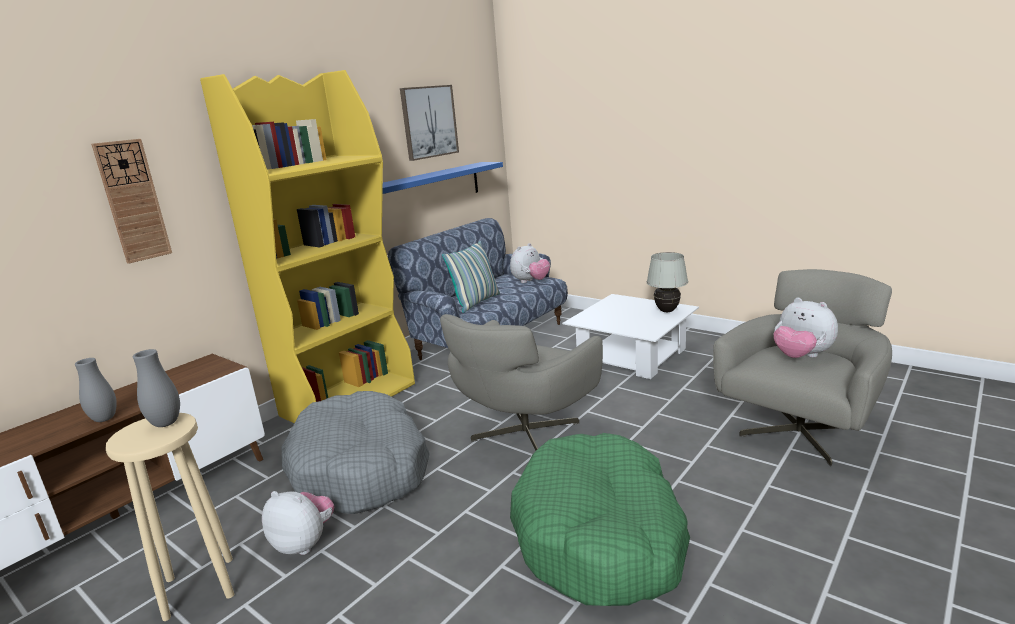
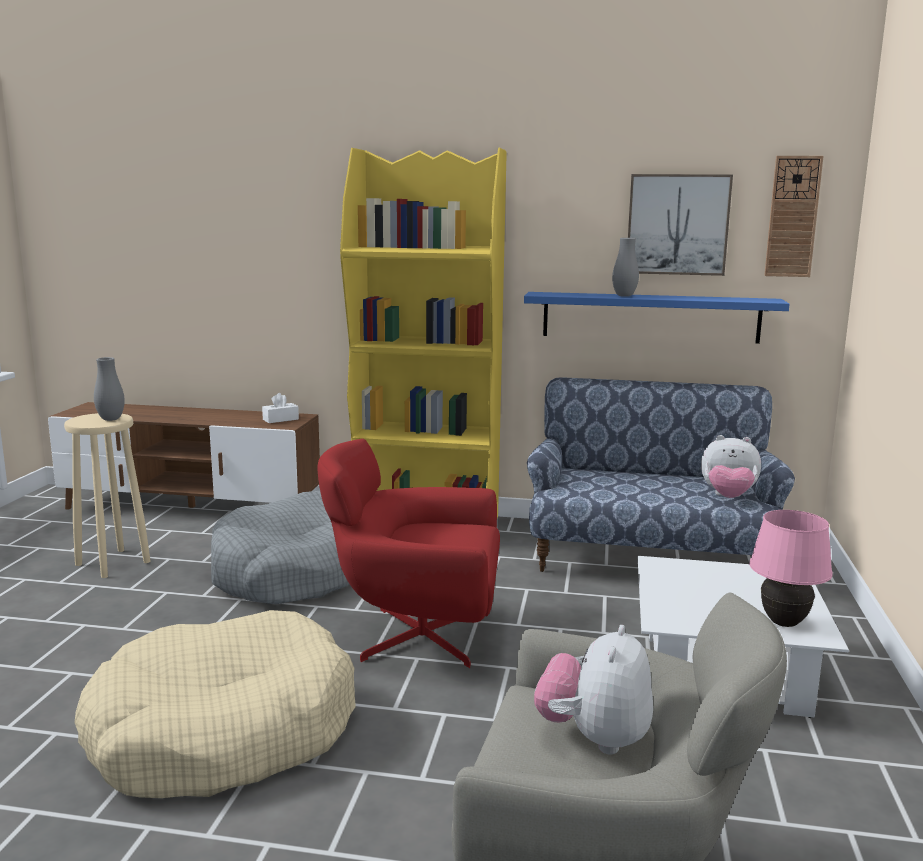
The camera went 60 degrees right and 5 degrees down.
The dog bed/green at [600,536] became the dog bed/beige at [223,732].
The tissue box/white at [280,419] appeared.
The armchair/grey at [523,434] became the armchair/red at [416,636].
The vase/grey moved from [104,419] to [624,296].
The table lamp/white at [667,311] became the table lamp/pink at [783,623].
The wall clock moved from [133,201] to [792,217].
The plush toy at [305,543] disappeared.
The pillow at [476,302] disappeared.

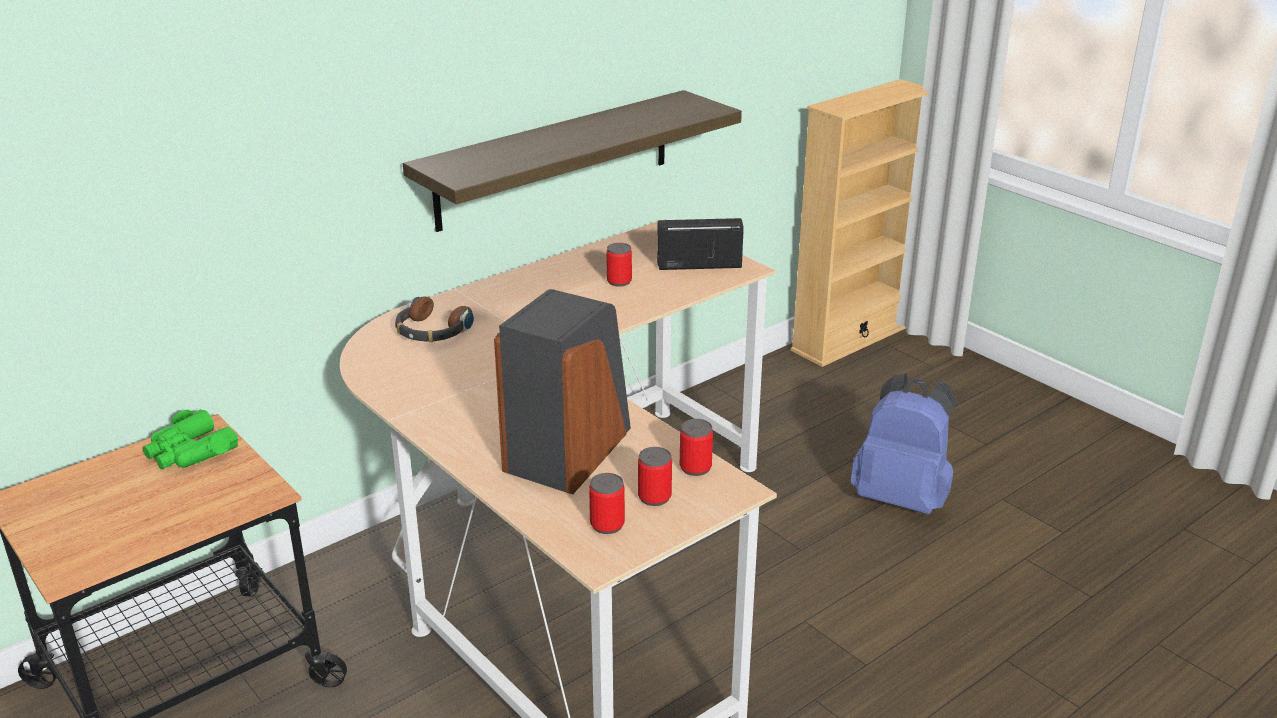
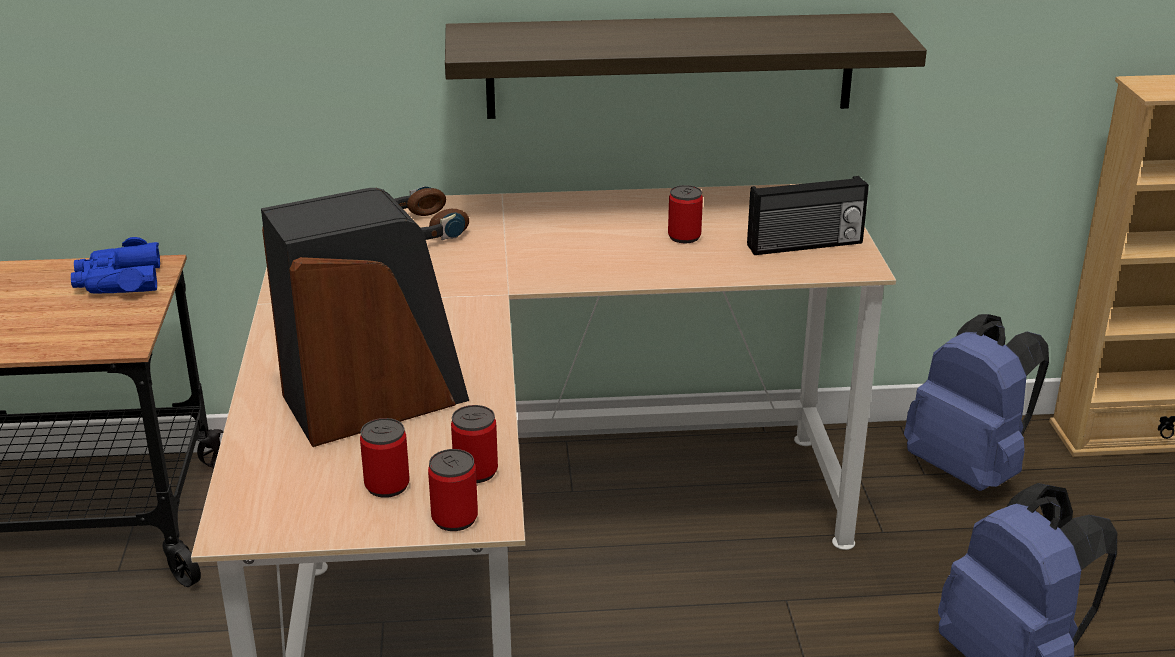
The camera went 35 degrees right and 0 degrees up.
The binoculars/green at [190,452] became the binoculars/blue at [118,281].
The can moved from [607,524] to [454,518].
The radio at [699,265] turned 135 degrees clockwise.
The backpack/blue at [968,469] appeared.

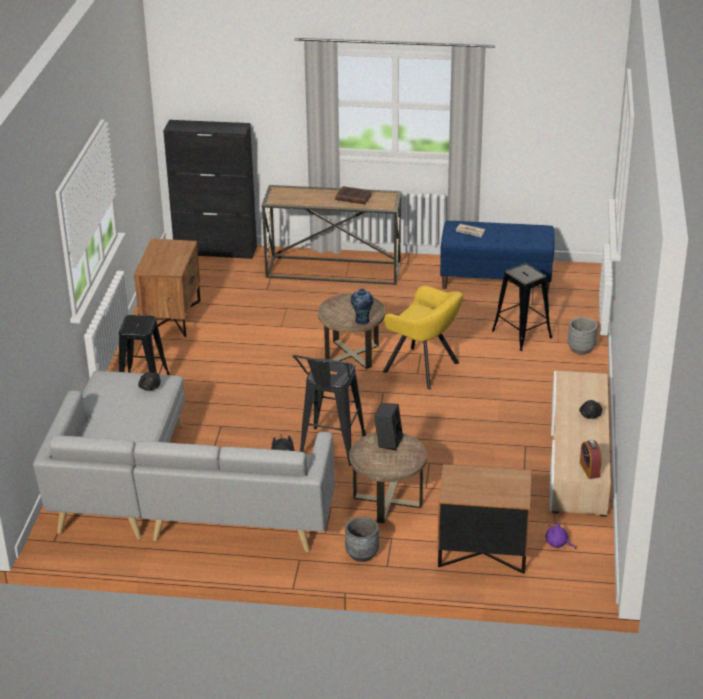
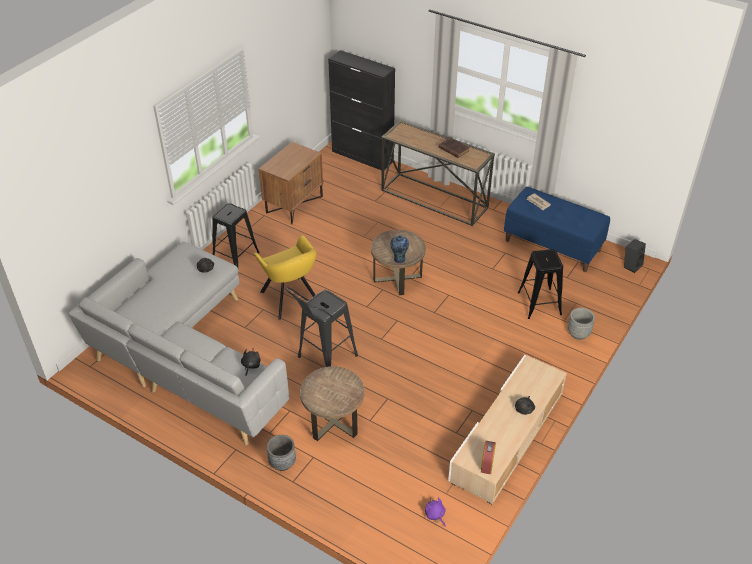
The camera went 25 degrees right and 10 degrees up.
The armchair/yellow moved from [424,369] to [291,299].
The speaker/black moved from [388,441] to [631,265].
The nightstand/brown at [482,553] disappeared.

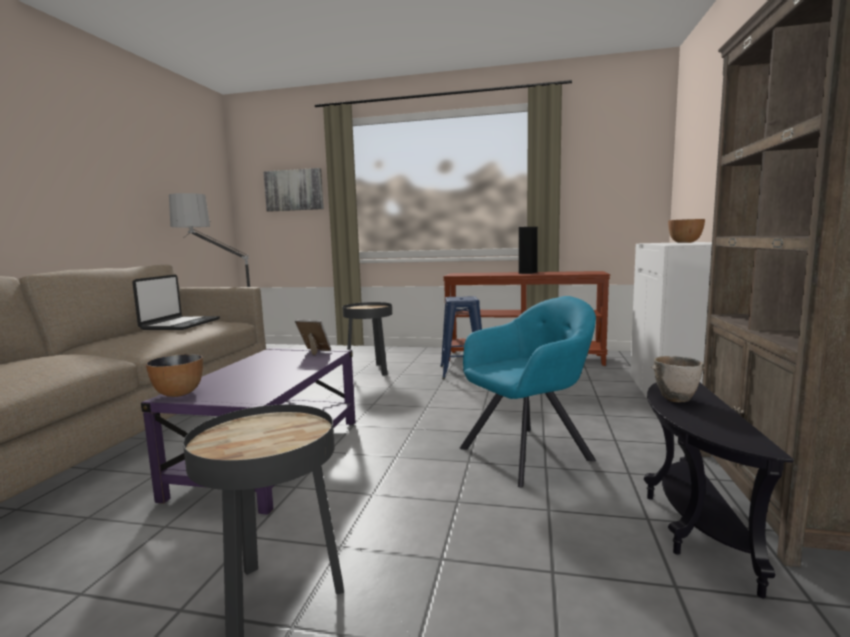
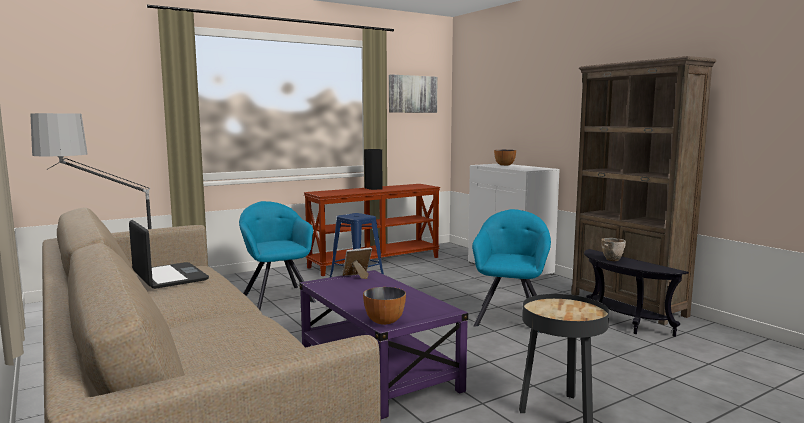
The camera went 45 degrees left and 0 degrees up.
The side table/black at [370,370] was replaced by the armchair/turquoise at [277,297].
The picture moved from [294,190] to [412,94].

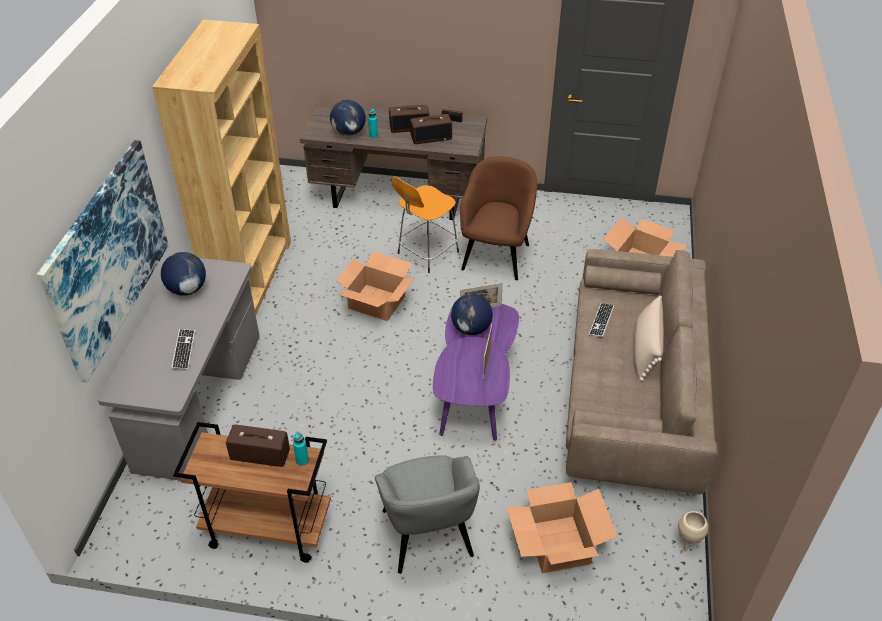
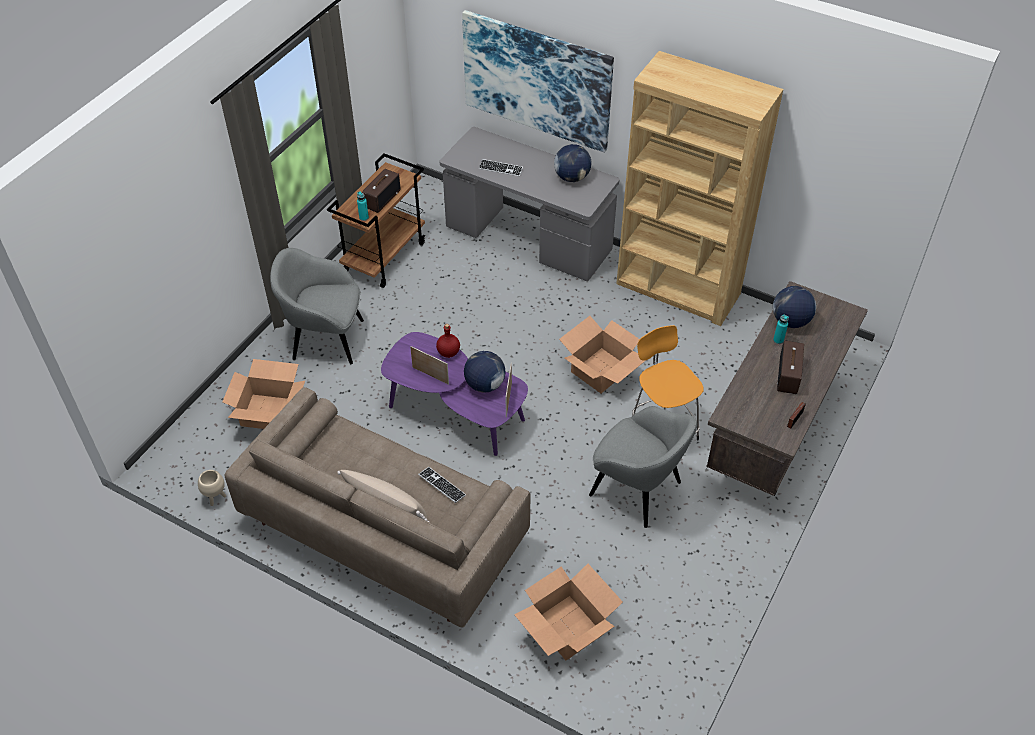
The camera went 110 degrees right and 5 degrees up.
The bottle/red at [448,353] appeared.
The armchair/brown at [496,255] became the armchair/grey at [637,490].
The radio at [431,137] disappeared.

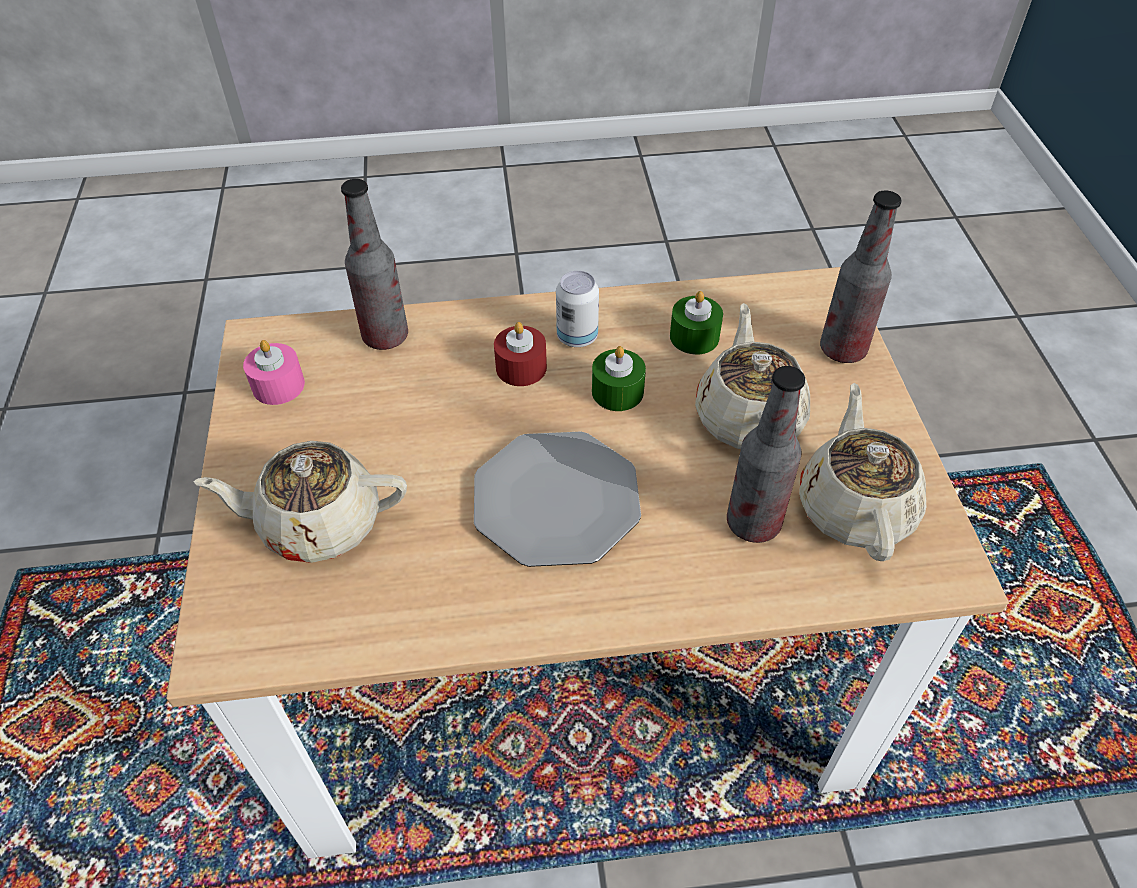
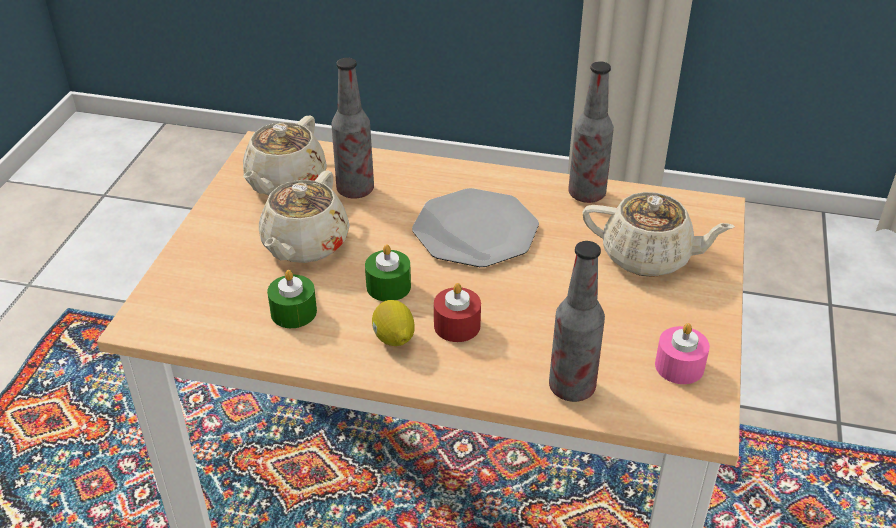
The camera went 160 degrees left and 10 degrees down.
The can at [577,337] was replaced by the lemon at [394,339].
The bottle moved from [842,349] to [586,194].

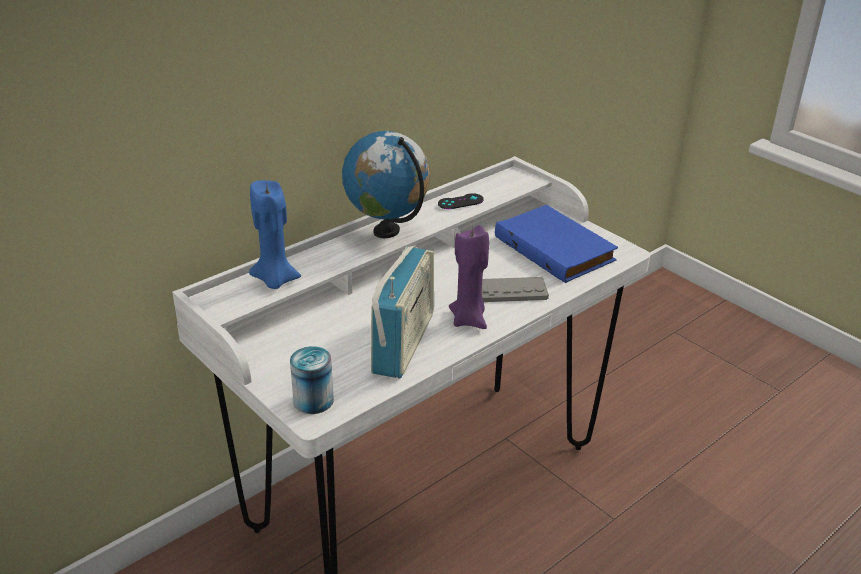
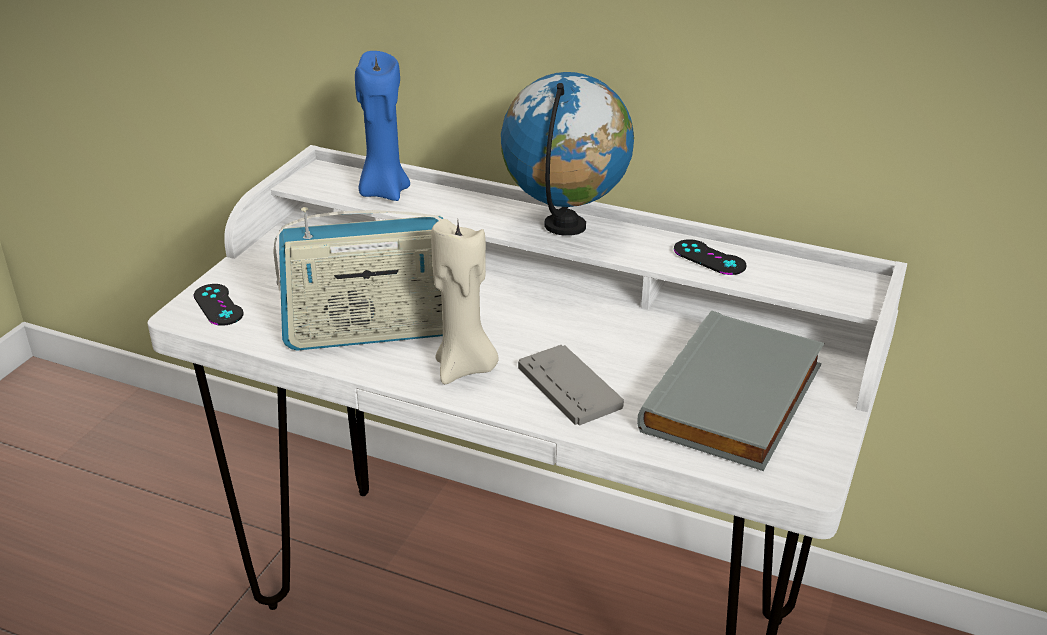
The camera went 65 degrees right and 0 degrees up.
The can at [313,400] was replaced by the game controller/black at [218,305].
The candle/purple at [469,319] became the candle/beige at [465,368].
The book/blue at [556,248] became the book/grey at [736,400].

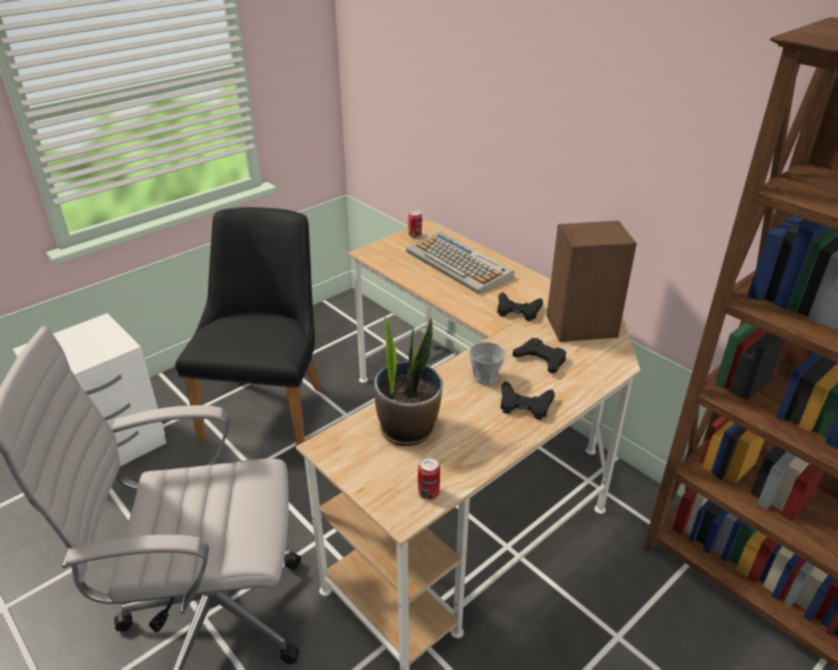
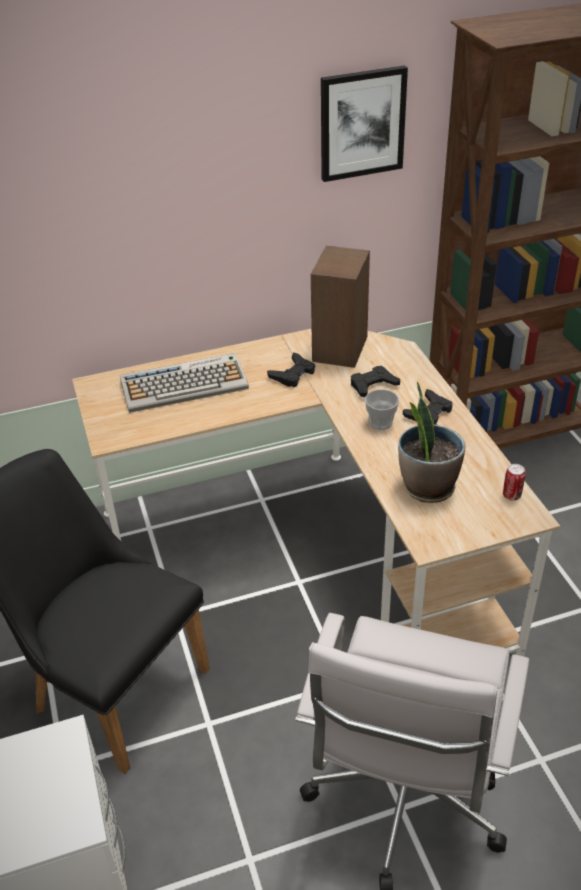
The camera went 65 degrees left and 5 degrees up.
The picture at [362,123] appeared.
The can at [415,235] disappeared.

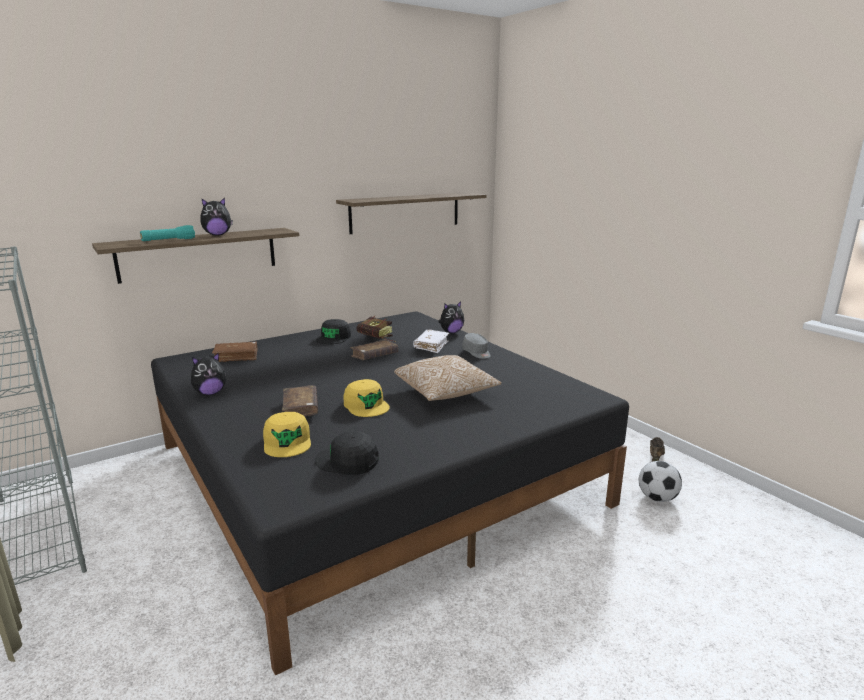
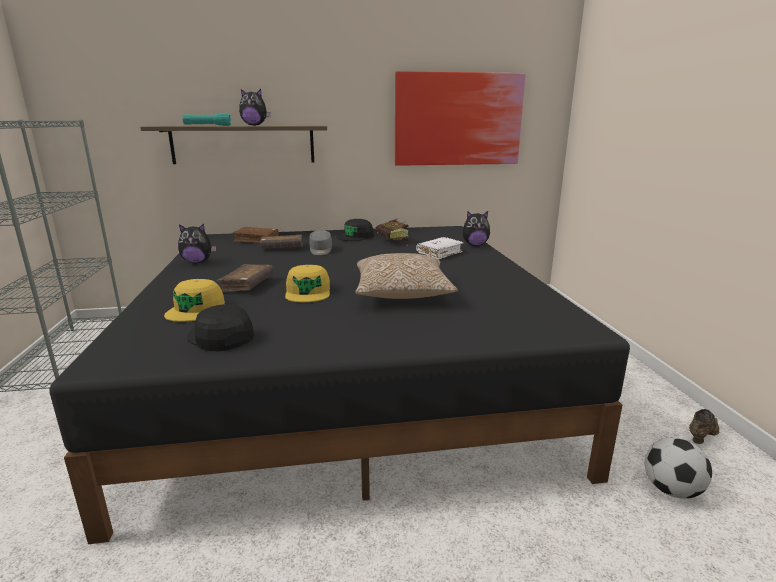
The camera went 25 degrees right and 0 degrees up.
The book/brown moved from [374,356] to [282,248].
The cap/grey moved from [477,353] to [320,250].
The shelf at [405,212] was replaced by the picture at [458,119].

